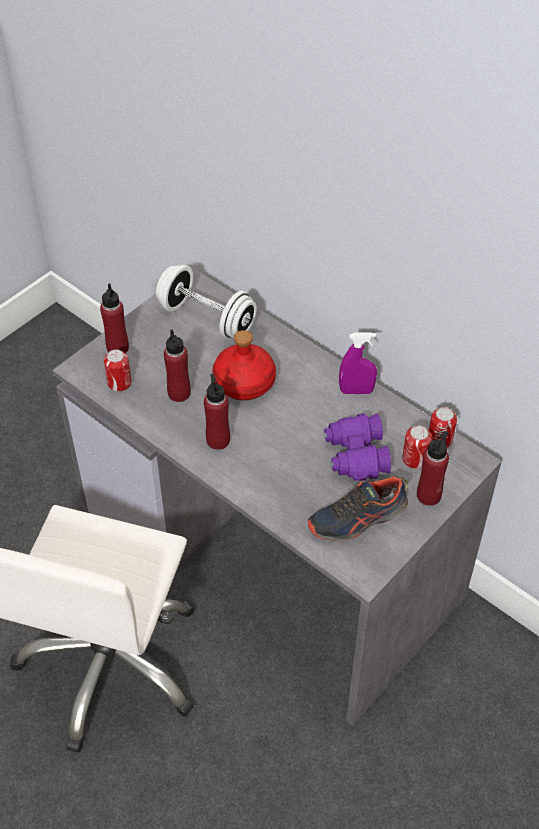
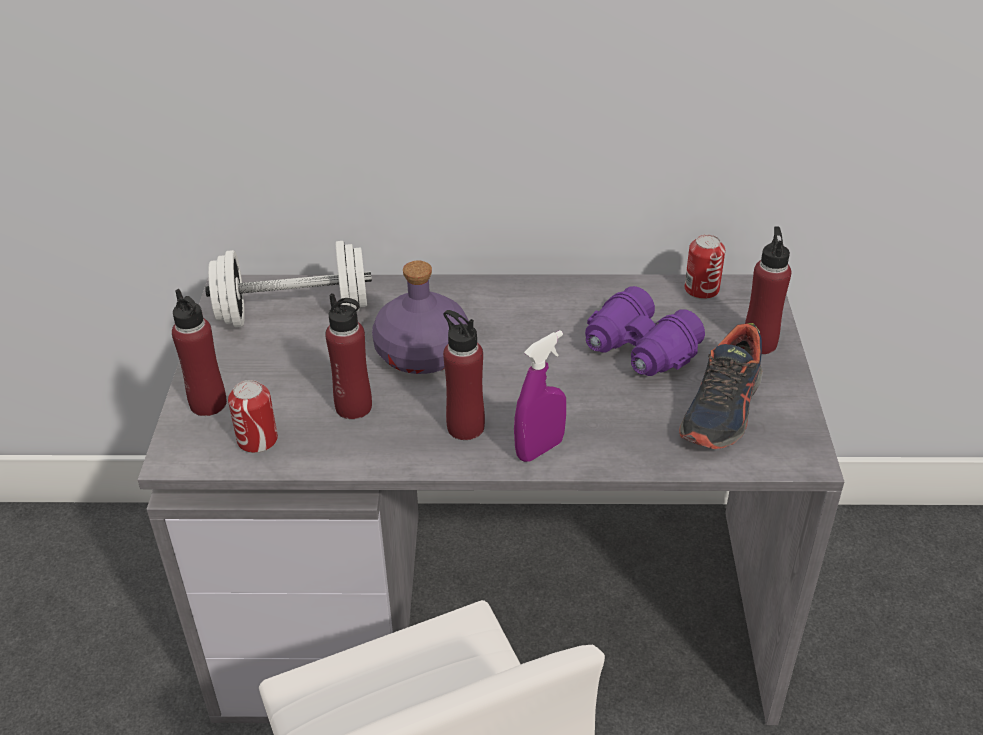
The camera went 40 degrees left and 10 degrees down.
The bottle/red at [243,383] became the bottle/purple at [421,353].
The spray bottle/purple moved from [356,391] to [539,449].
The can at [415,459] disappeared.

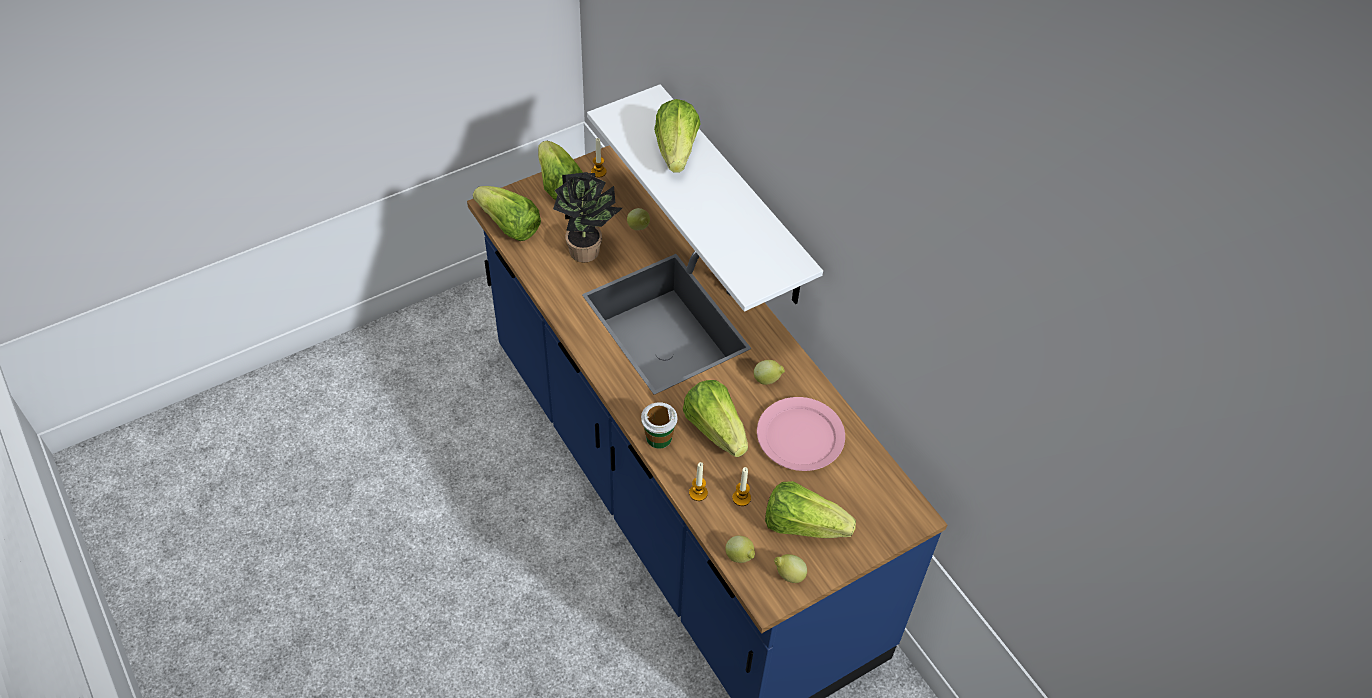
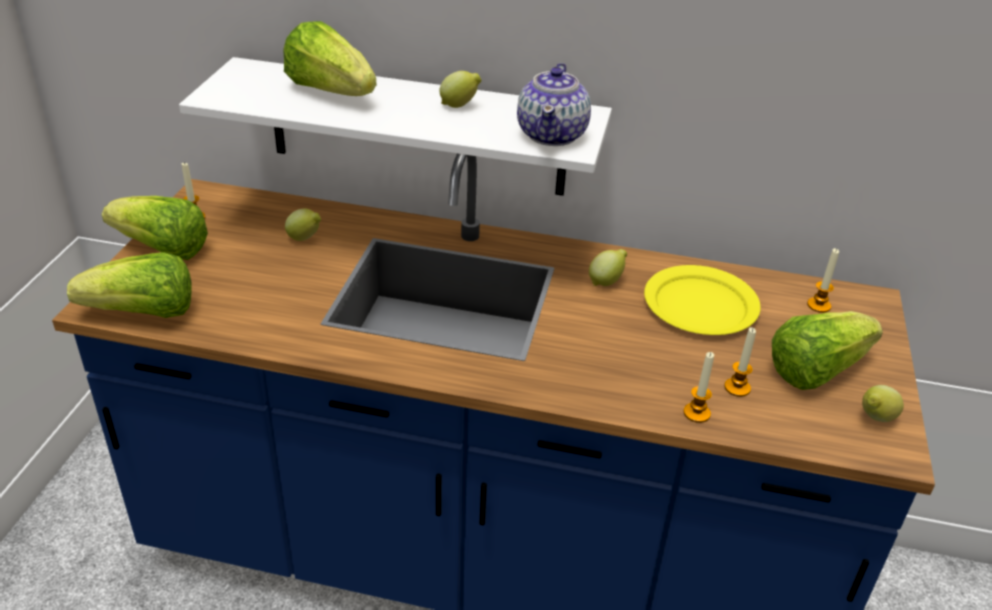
The camera went 45 degrees left and 15 degrees down.
The lemon moved from [740,557] to [460,106].
The teapot at [553,134] appeared.
The plate/pink at [801,436] became the plate/yellow at [701,304].
The candle at [818,305] appeared.
The potted plant at [589,252] disappeared.
The cup at [658,437] disappeared.
The lettuce at [715,429] disappeared.

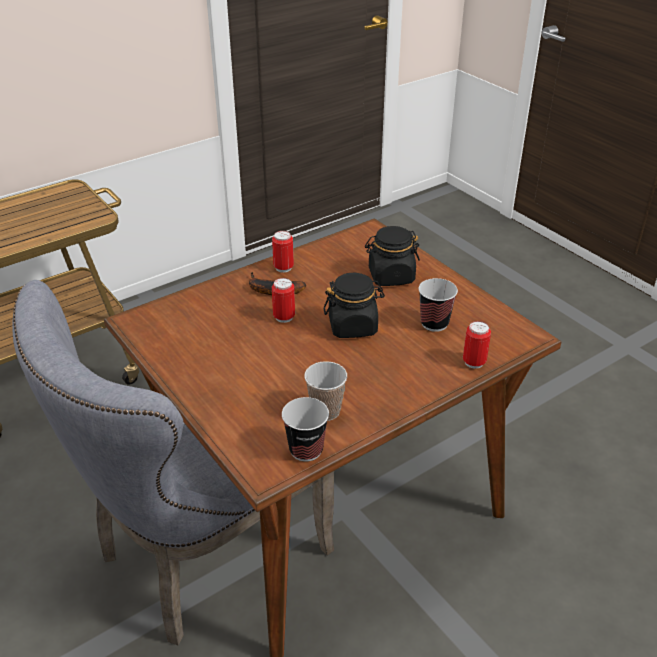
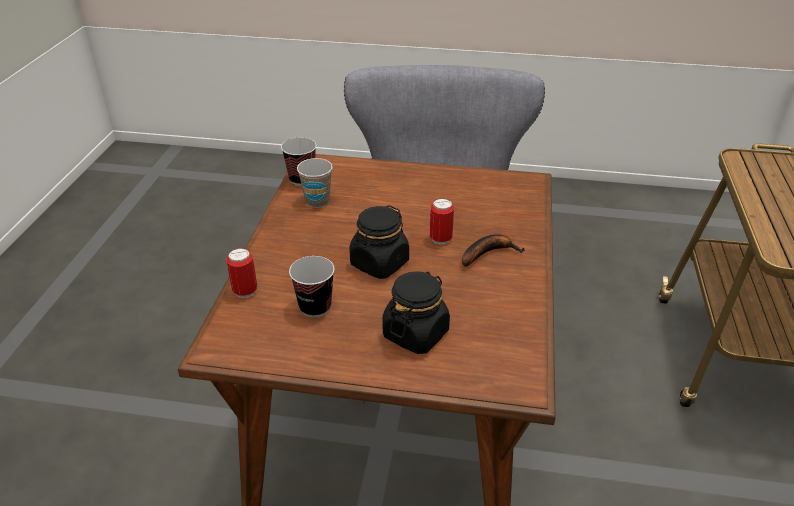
The camera went 135 degrees right and 0 degrees up.
The can at [283,268] disappeared.

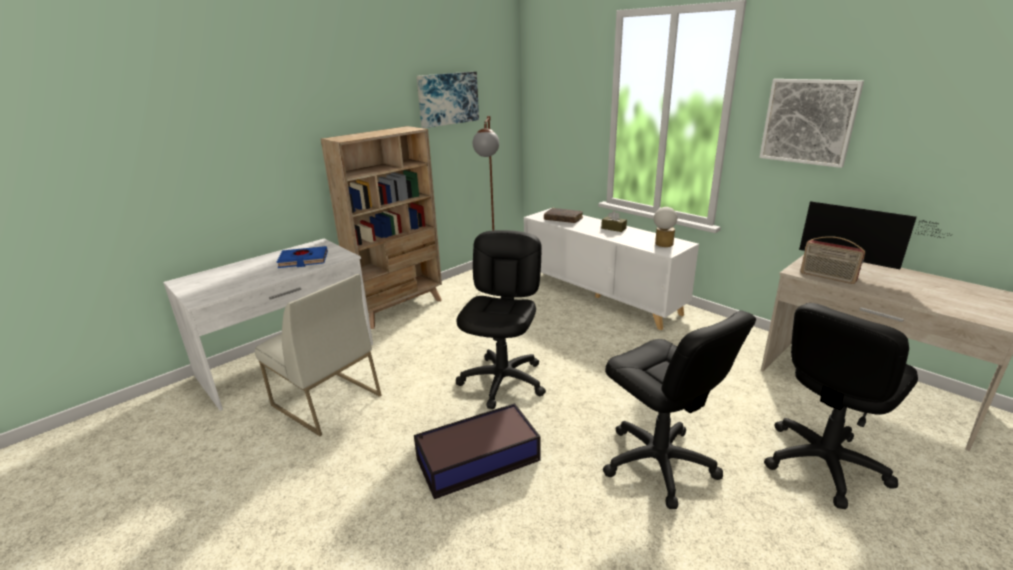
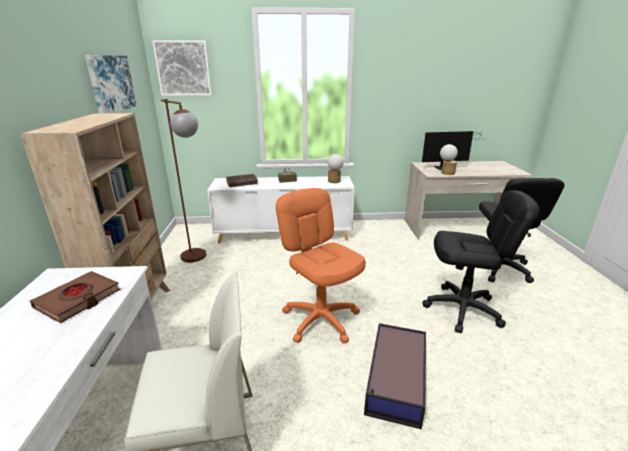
The camera went 50 degrees left and 0 degrees up.
The book/blue at [303,260] became the book/brown at [78,299].
The picture moved from [808,121] to [183,68].
The office chair/black at [503,381] became the office chair/orange at [321,319].
The radio at [827,277] was replaced by the table lamp at [446,173].

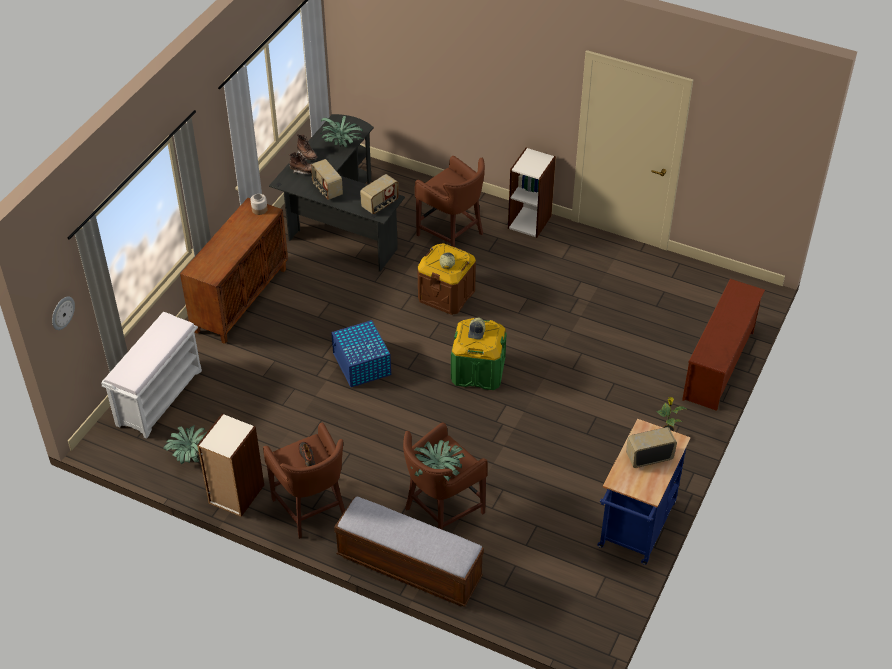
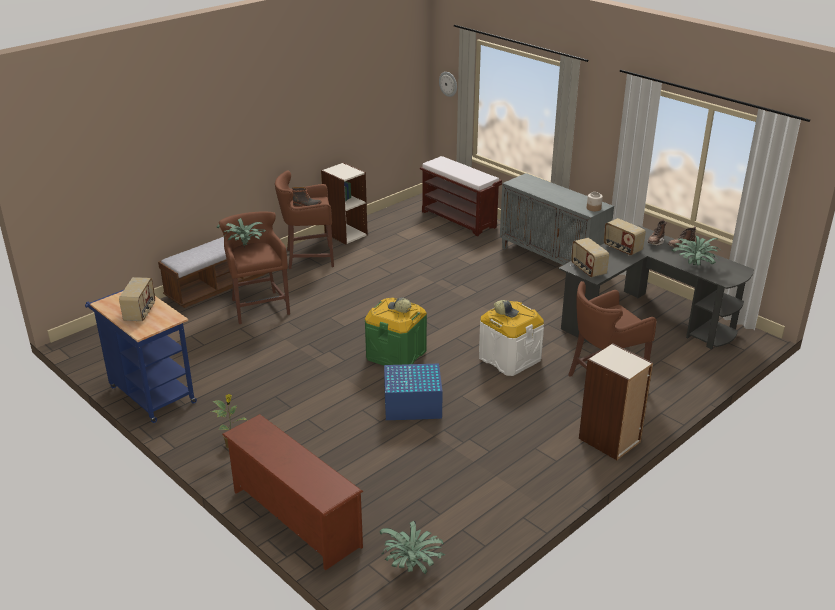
The camera went 110 degrees right and 15 degrees down.
The potted plant moved from [191,455] to [412,565].
The storage box/blue moved from [362,364] to [411,405].
The bench/white at [159,397] became the bench/brown at [459,219].
The storage box/brown at [446,295] became the storage box/white at [509,359].
The cabinet/brown at [241,299] became the cabinet/grey at [552,260].
The radio at [327,189] turned 120 degrees counterclockwise.

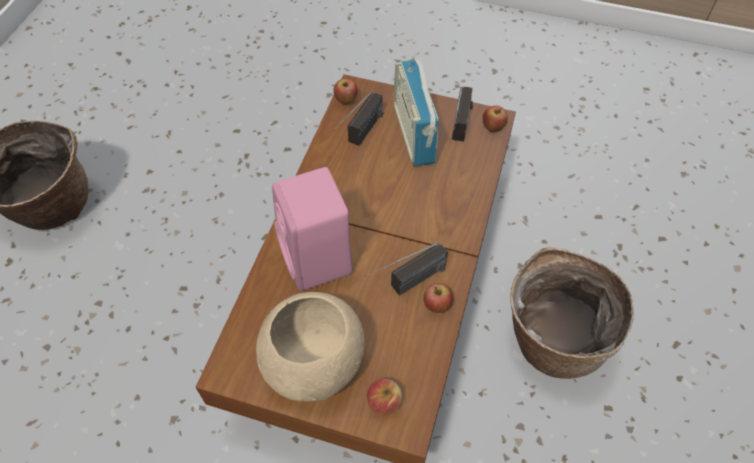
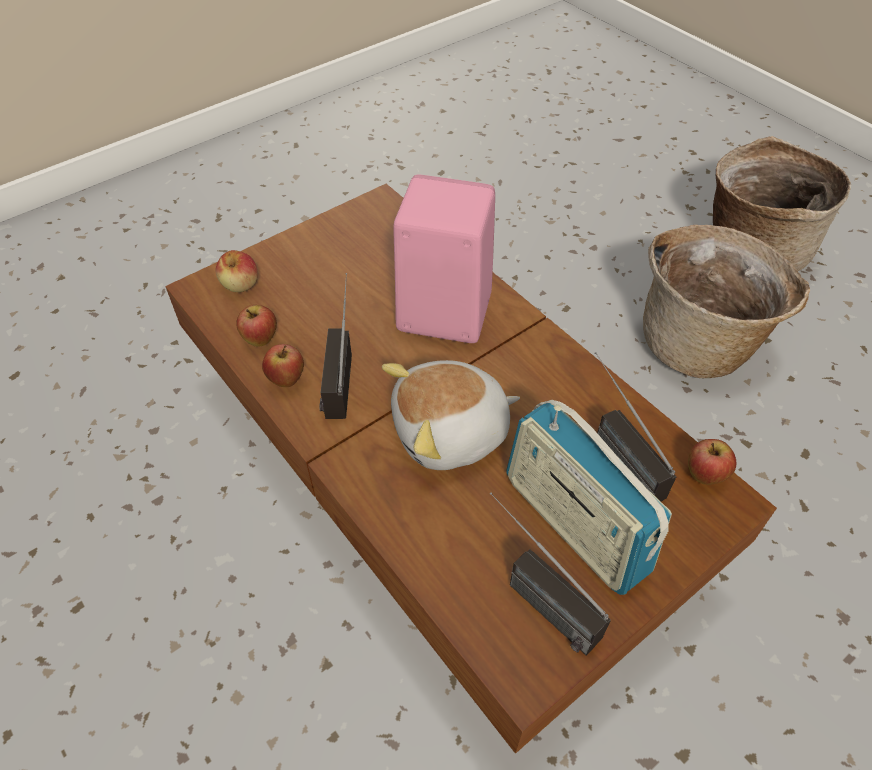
The camera went 125 degrees right and 5 degrees down.
The apple moved from [493,128] to [261,340].
The plush toy at [451,433] appeared.
The radio at [413,133] turned 150 degrees counterclockwise.
The basket moved from [552,338] to [700,342].
The bowl/beige at [313,363] disappeared.

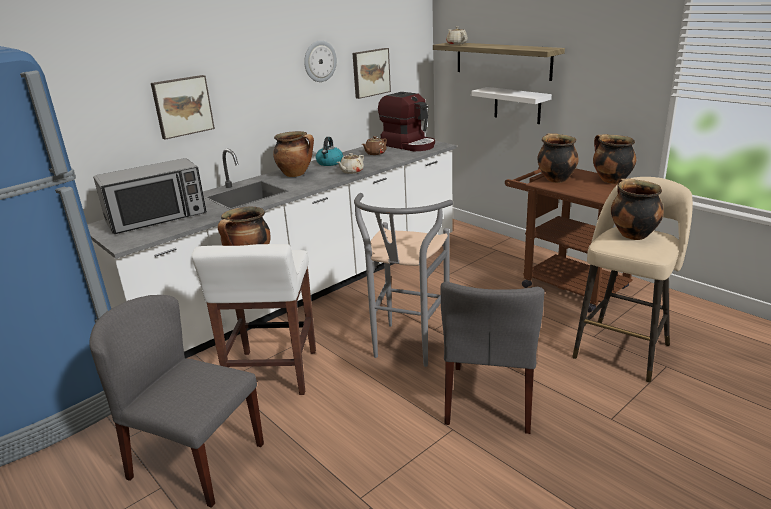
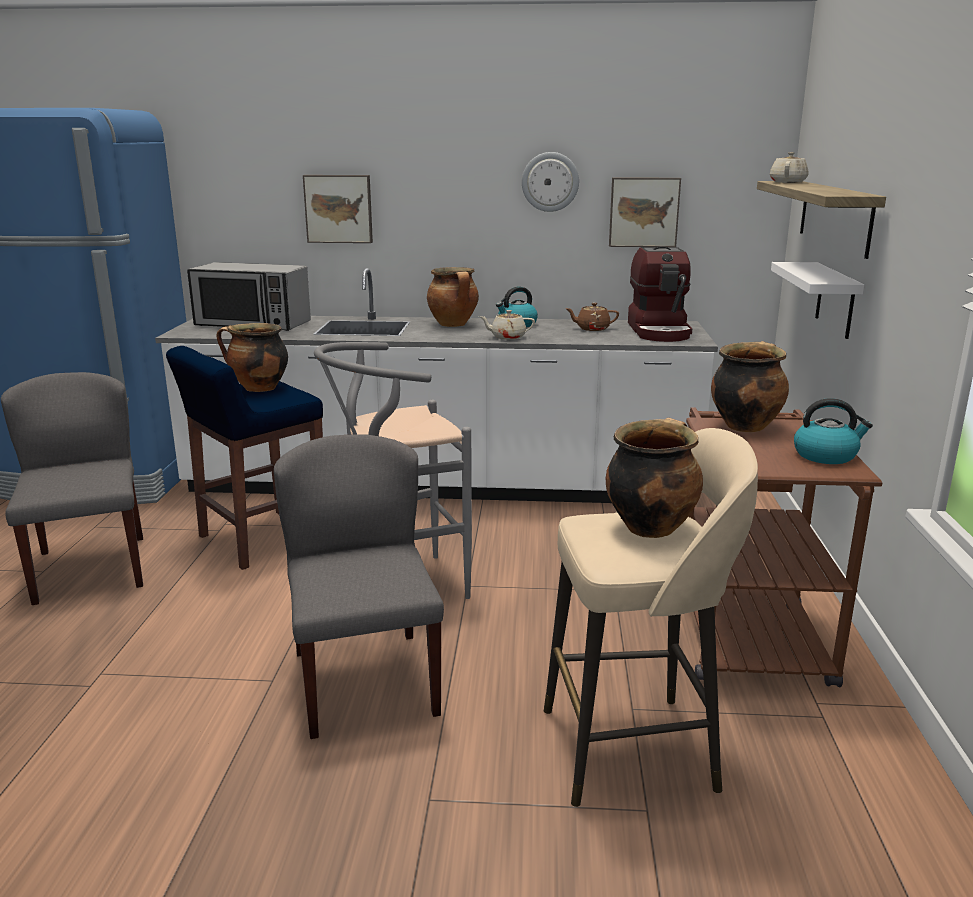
The camera went 45 degrees right and 5 degrees down.
The stool/white at [272,374] became the stool/blue at [260,539].
The chair/grey at [490,398] turned 105 degrees clockwise.
The cooking pot at [610,180] was replaced by the kettle at [826,455].

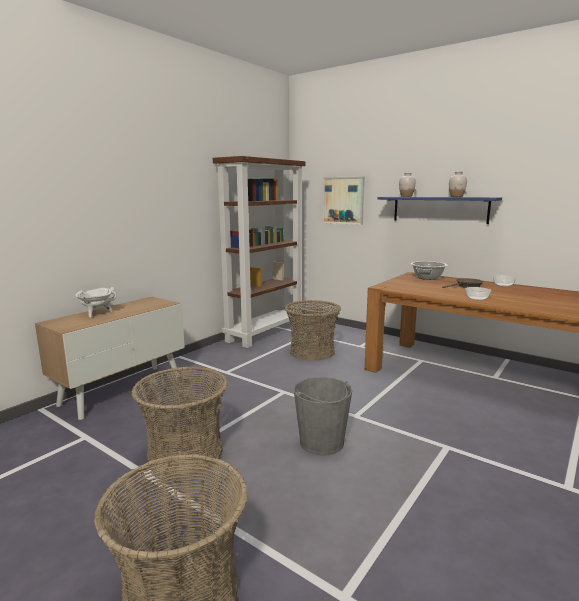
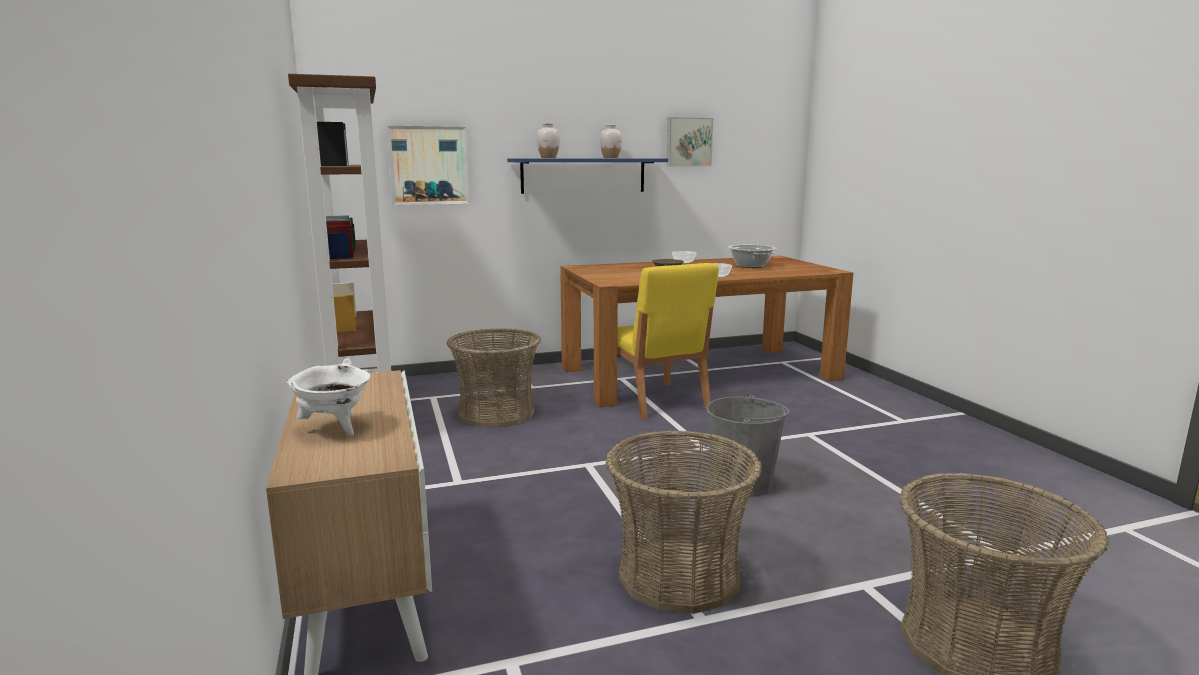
The camera went 55 degrees left and 0 degrees up.
The chair/yellow at [656,401] appeared.
The picture at [688,142] appeared.
The cooking pot moved from [427,278] to [750,266].

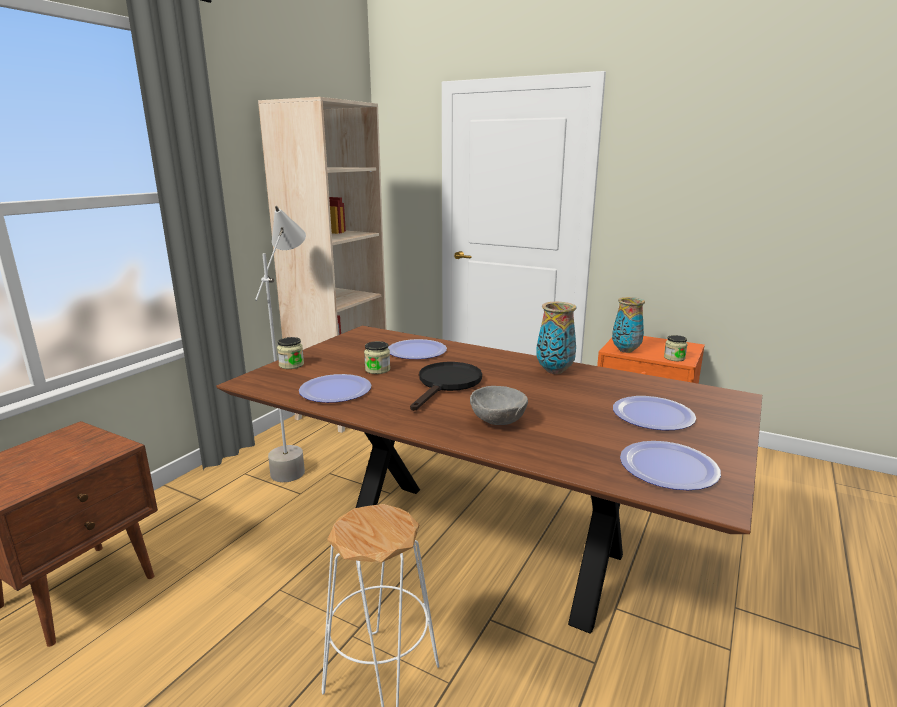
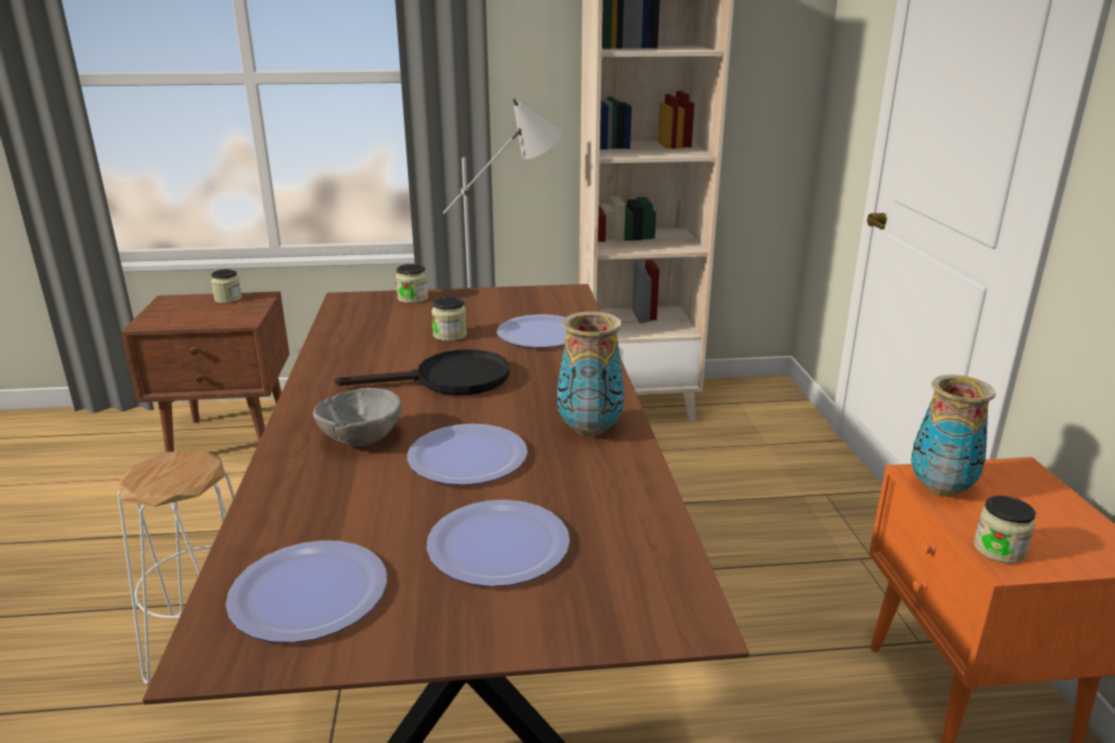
The camera went 55 degrees right and 5 degrees up.
The jar at [228,299] appeared.
The plate moved from [335,390] to [467,457].

